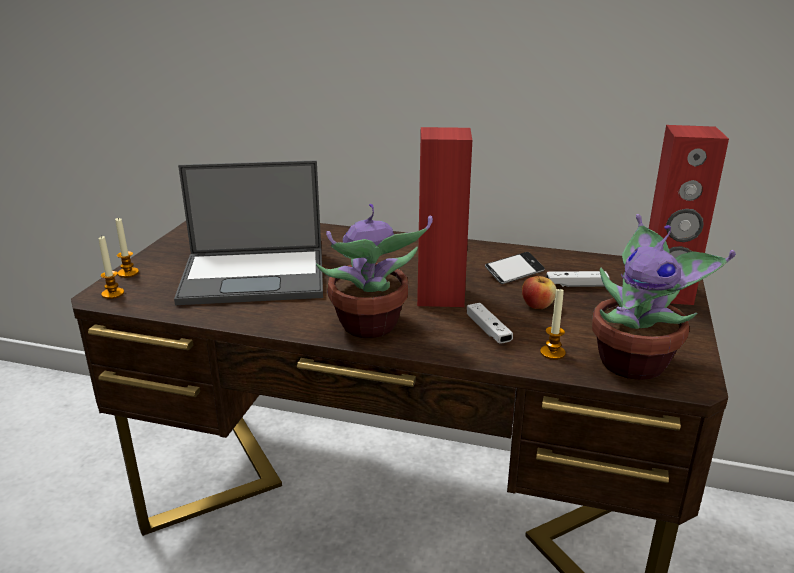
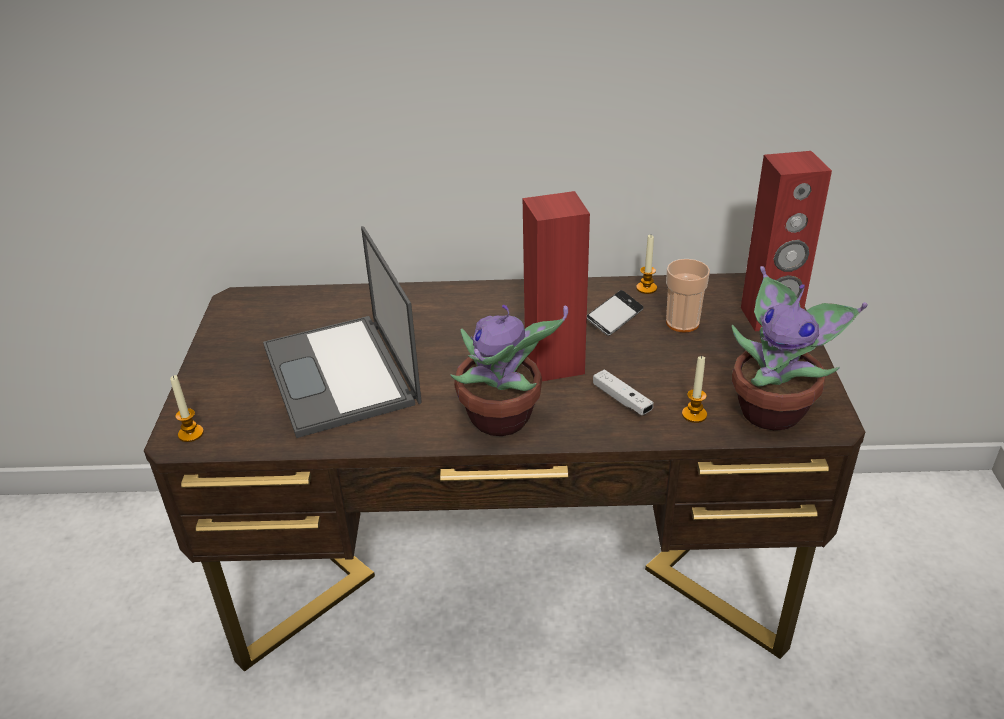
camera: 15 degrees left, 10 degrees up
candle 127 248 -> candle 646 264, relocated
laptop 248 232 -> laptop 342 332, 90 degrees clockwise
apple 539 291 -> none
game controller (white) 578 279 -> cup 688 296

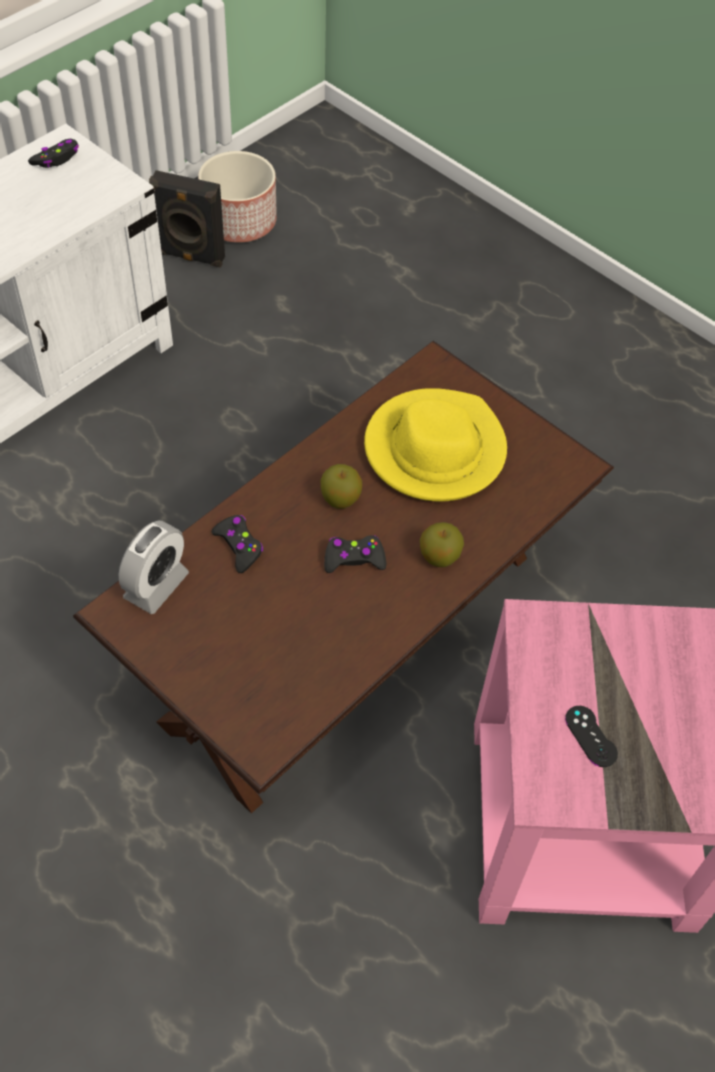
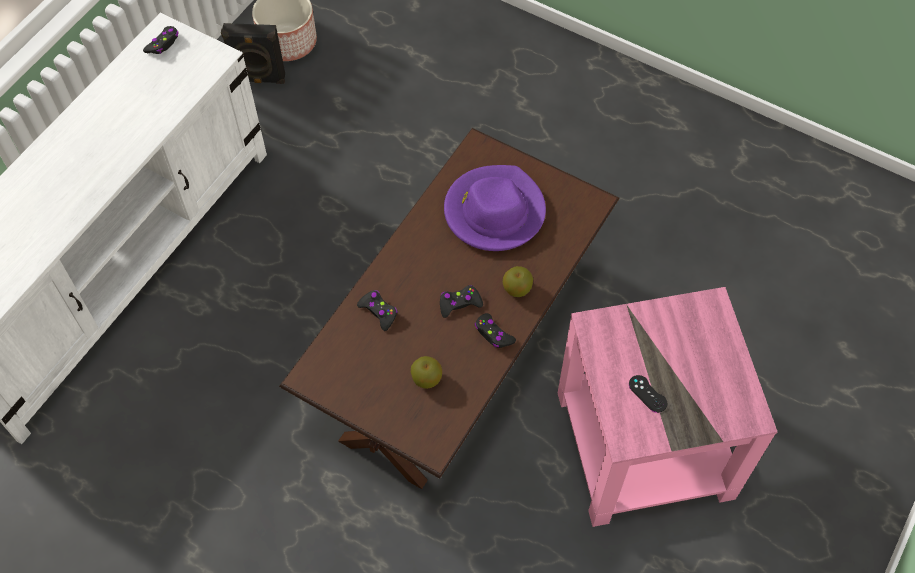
camera: 10 degrees left, 5 degrees up
alarm clock 153 567 -> none
apple 341 486 -> apple 426 372, relocated
hat (yellow) 435 445 -> hat (purple) 495 208
none -> game controller (black) 495 330

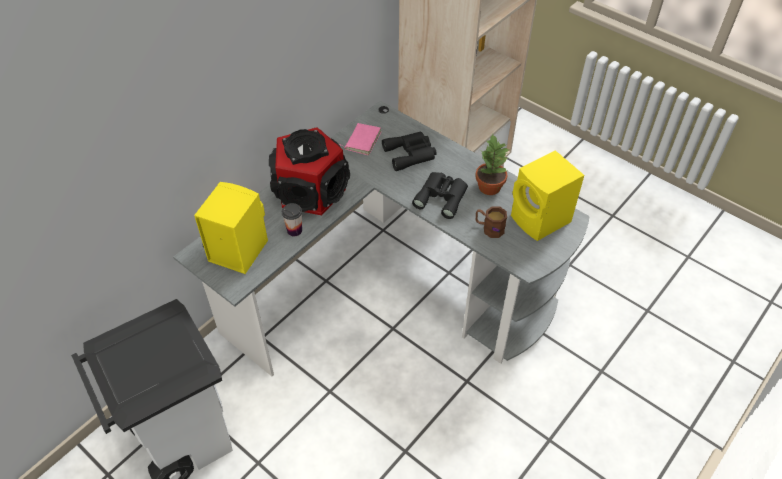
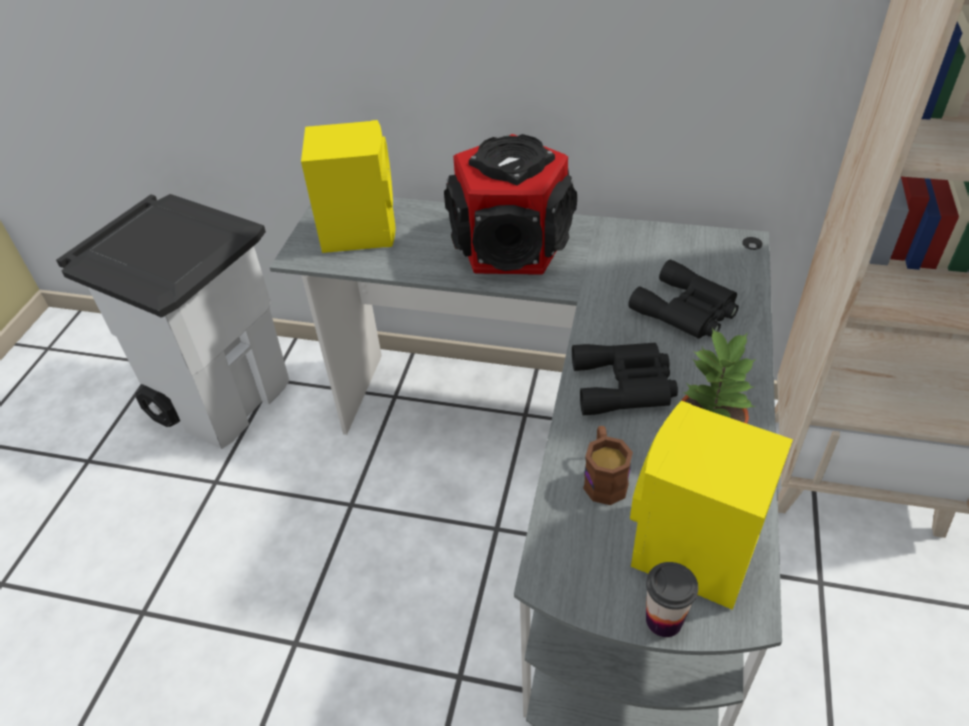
camera: 65 degrees right, 5 degrees down
cup 292 219 -> cup 672 599, relocated
book (pink) 360 139 -> none

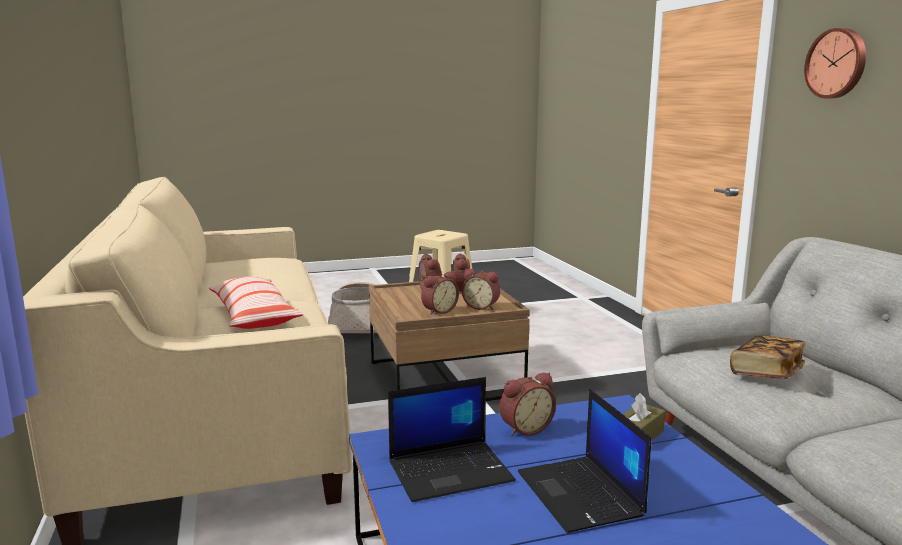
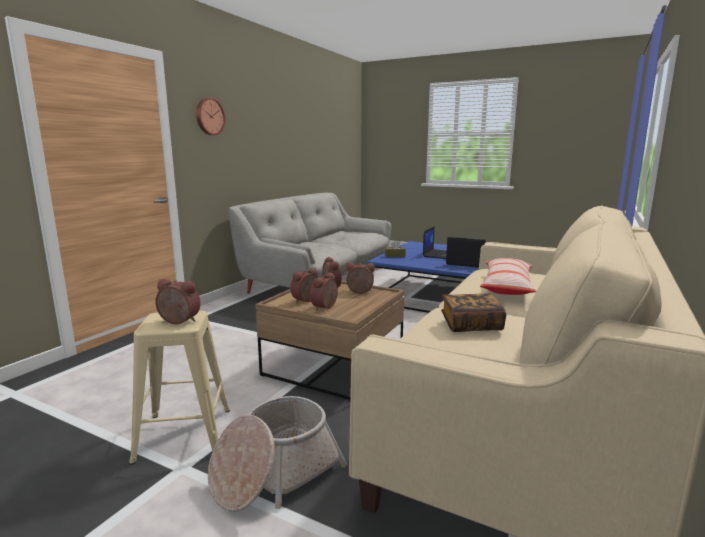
camera: 135 degrees left, 0 degrees up
alarm clock 527 404 -> alarm clock 178 301, relocated
book 768 357 -> book 473 313, relocated

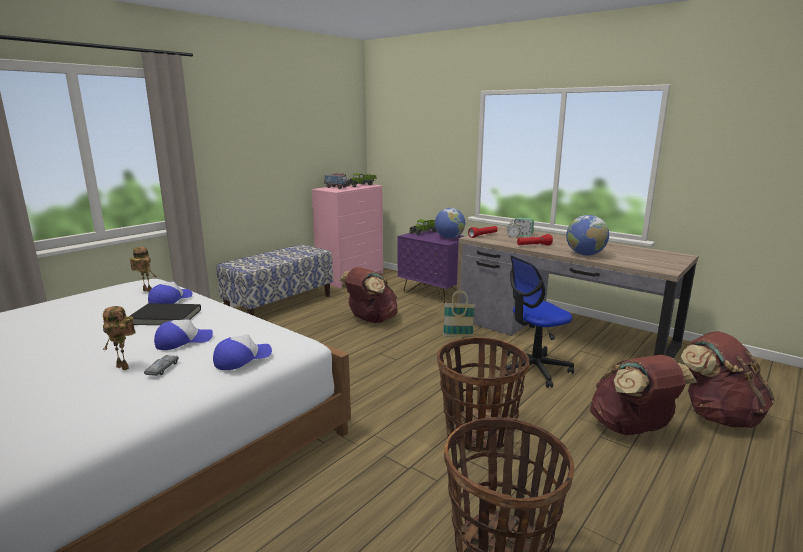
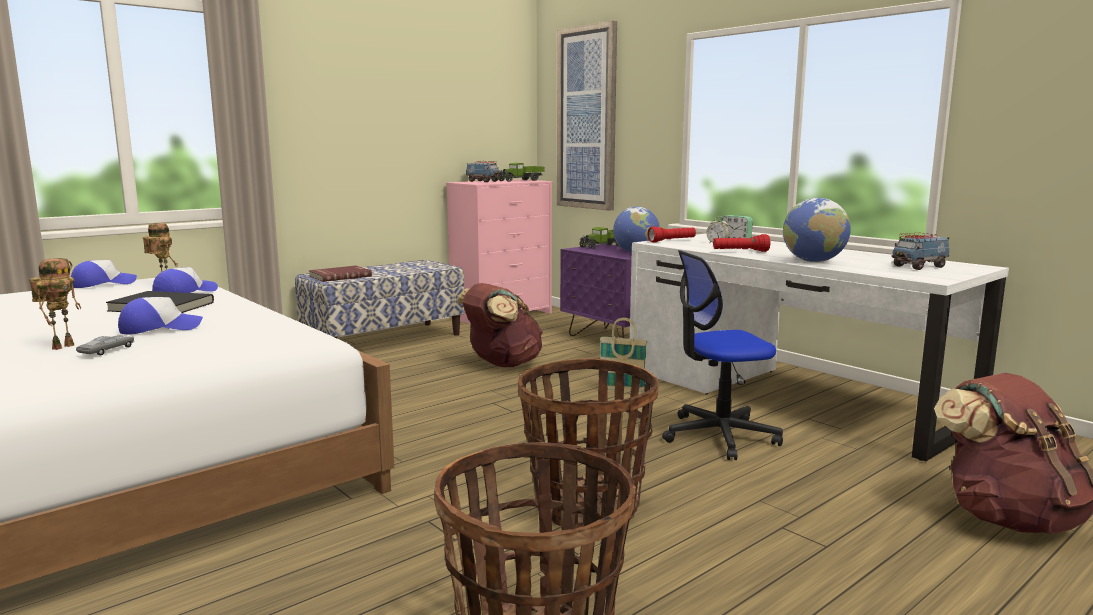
camera: 10 degrees right, 5 degrees down
toy robot 119 338 -> toy robot 55 304, 105 degrees counterclockwise
cap 242 352 -> cap 104 274, relocated
desk (brown) 577 292 -> desk (white) 819 347
backpack (brown) 643 395 -> none
none -> book (red) 340 274
none -> picture 587 116
none -> toy truck 920 251

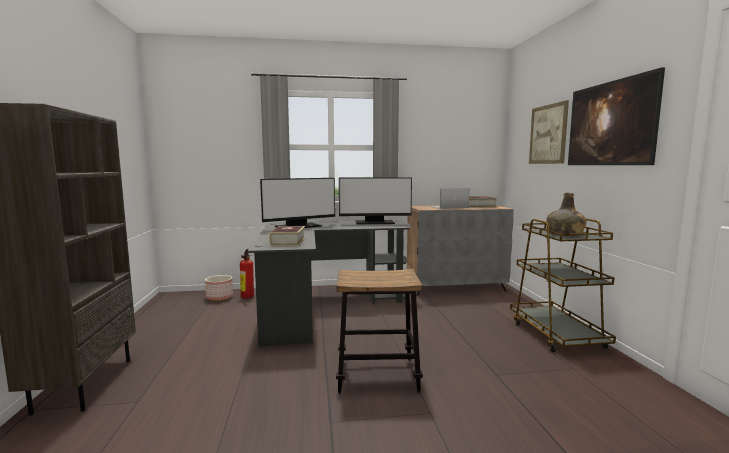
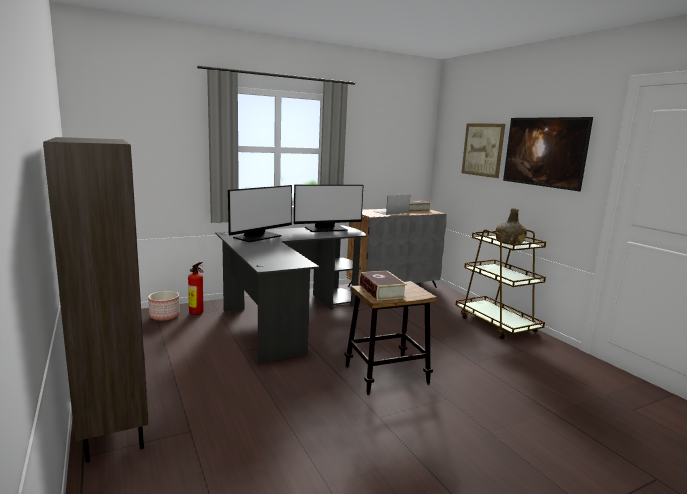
camera: 20 degrees left, 5 degrees up
book 287 236 -> book 383 286, relocated

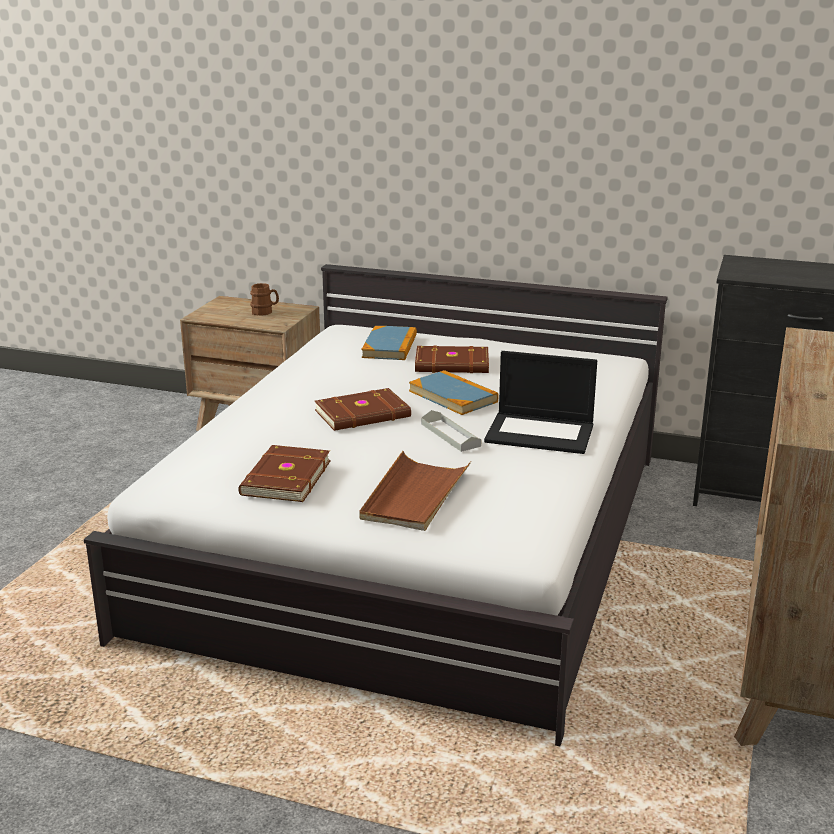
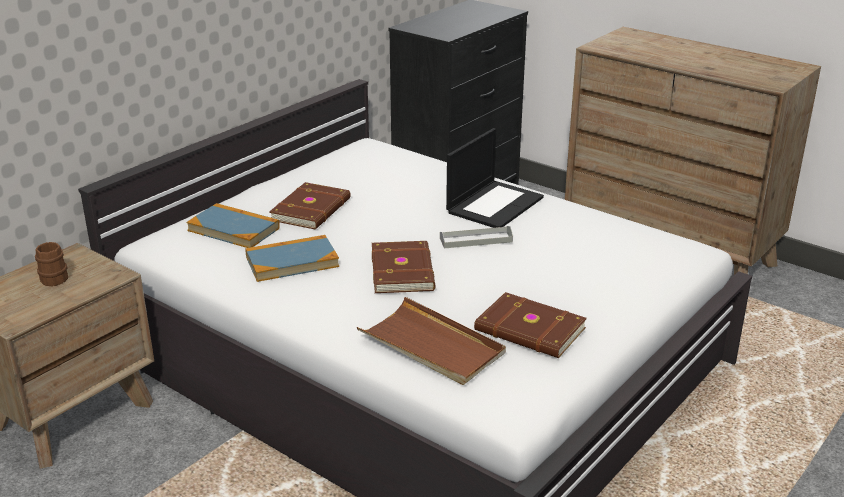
camera: 70 degrees left, 5 degrees up
tray (brown) 415 491 -> tray (brown) 431 341, relocated
book 454 392 -> book 292 258, relocated

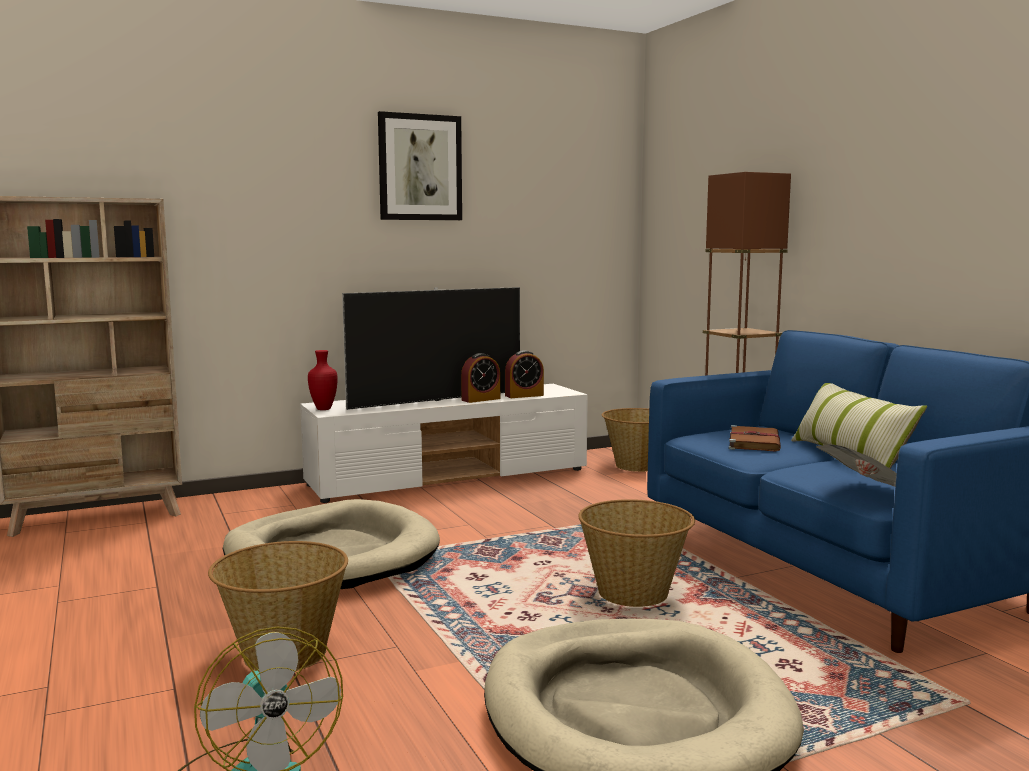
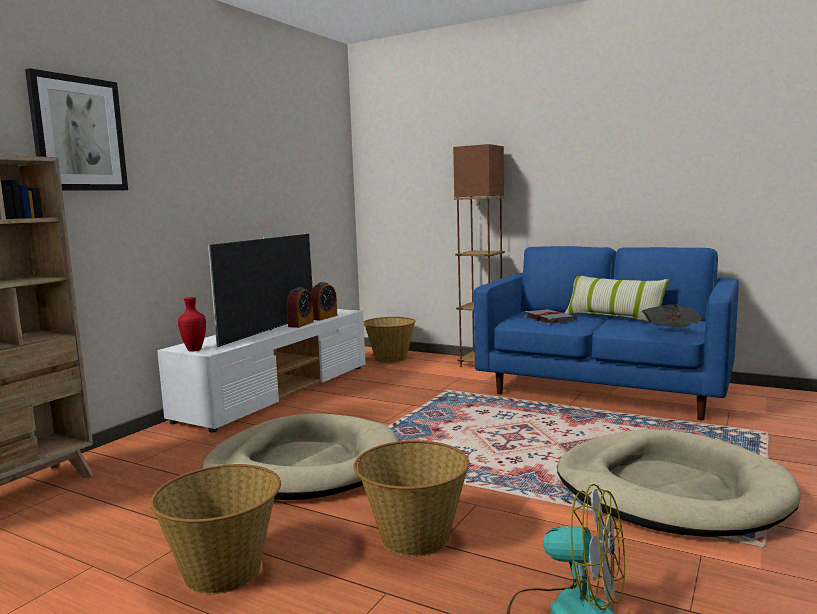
camera: 35 degrees left, 0 degrees up
picture 420 165 -> picture 76 129, relocated
basket 636 553 -> basket 215 529, relocated
book (brown) 755 438 -> book (grey) 550 317

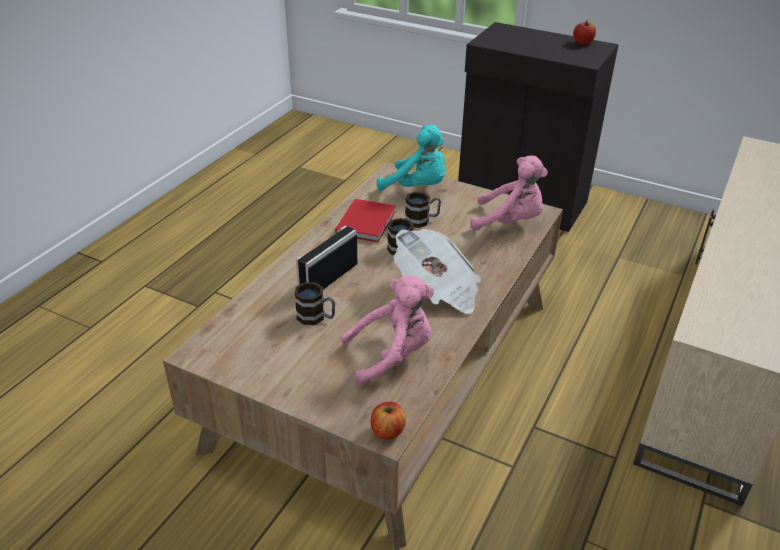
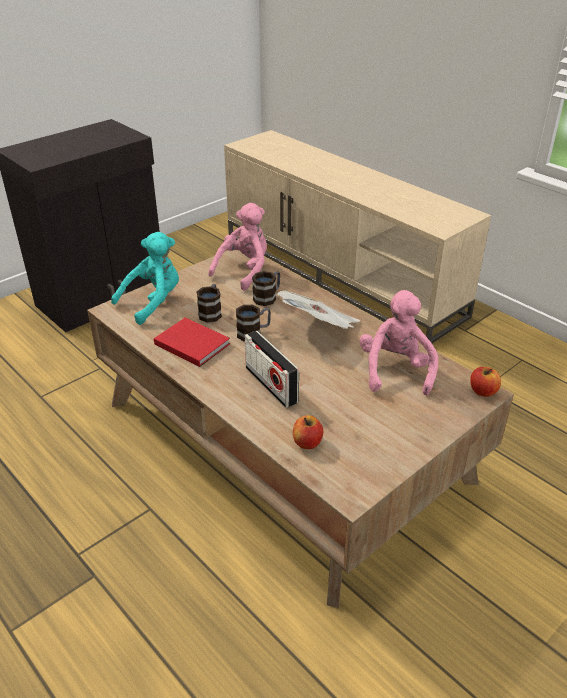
camera: 70 degrees left, 0 degrees up
mug 315 303 -> mug 266 288, relocated
apple 584 32 -> apple 308 432, relocated

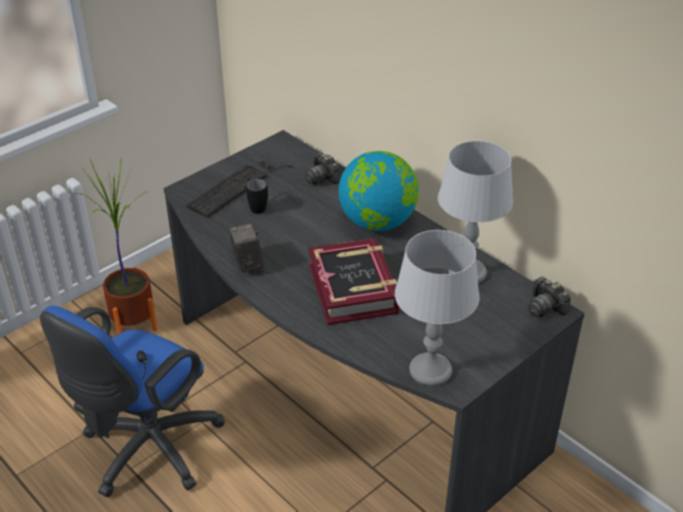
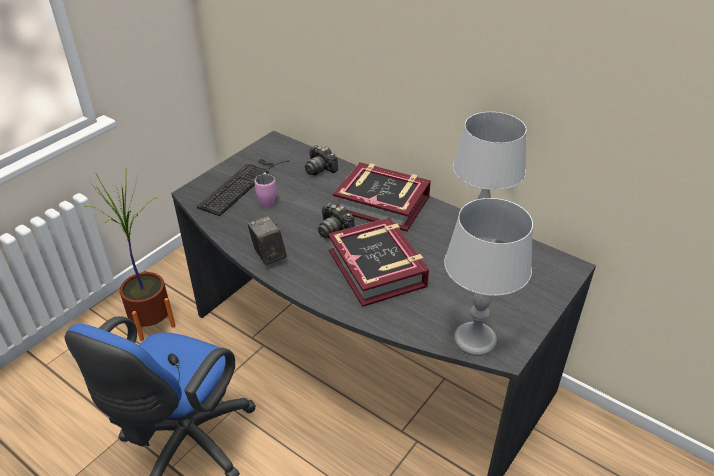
camera: 10 degrees left, 0 degrees up
mug (black) 257 195 -> mug (pink) 265 190
globe 379 191 -> book 382 197
photo camera 549 297 -> photo camera 336 220, relocated

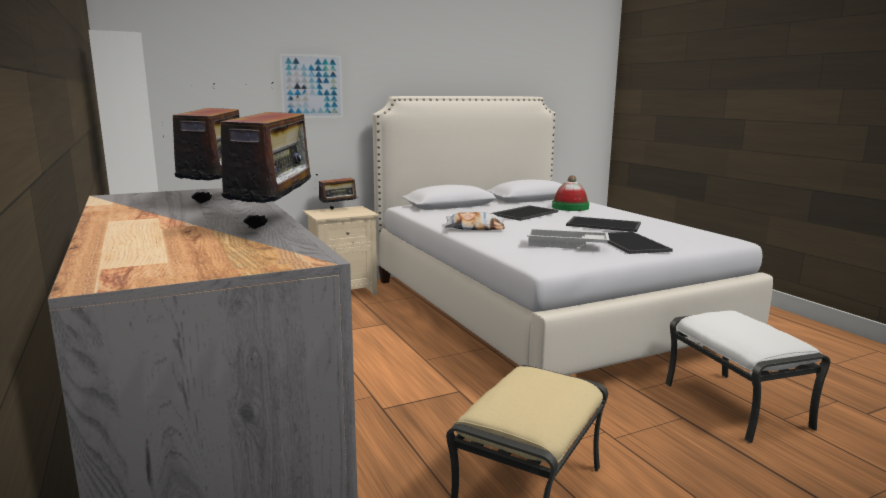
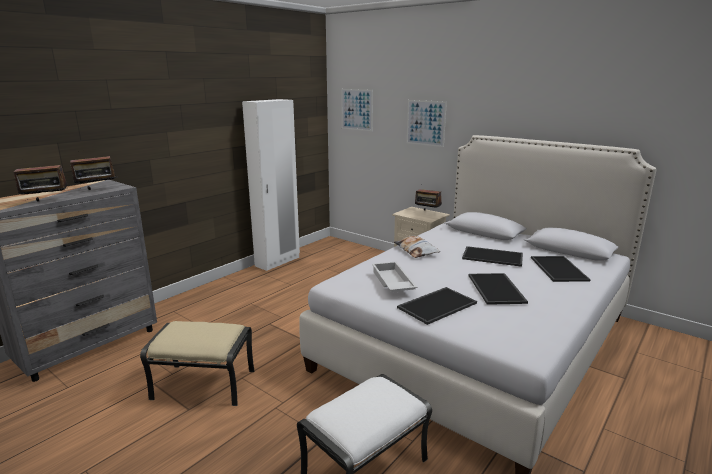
camera: 65 degrees right, 5 degrees up
hat 570 193 -> tray 561 269
none -> picture 357 110

